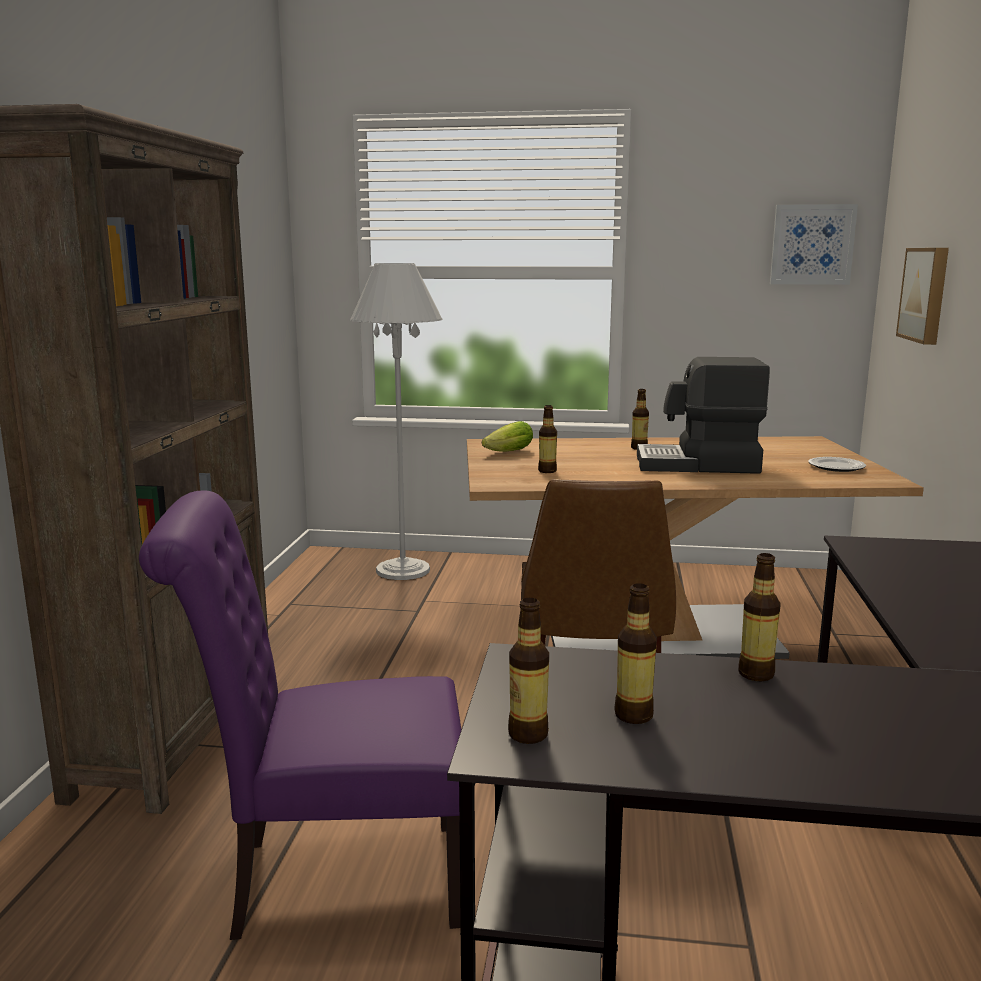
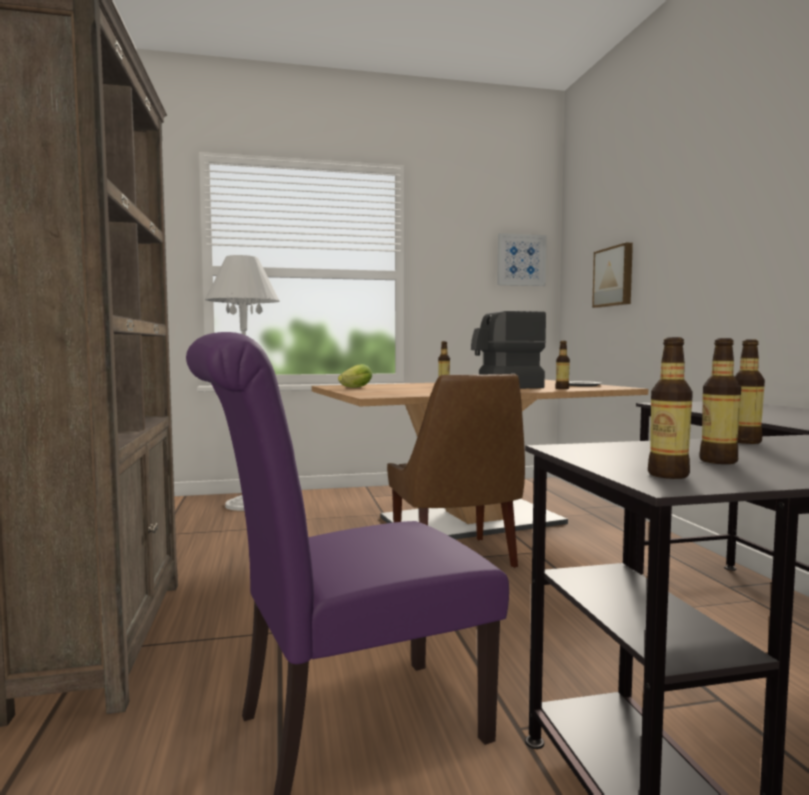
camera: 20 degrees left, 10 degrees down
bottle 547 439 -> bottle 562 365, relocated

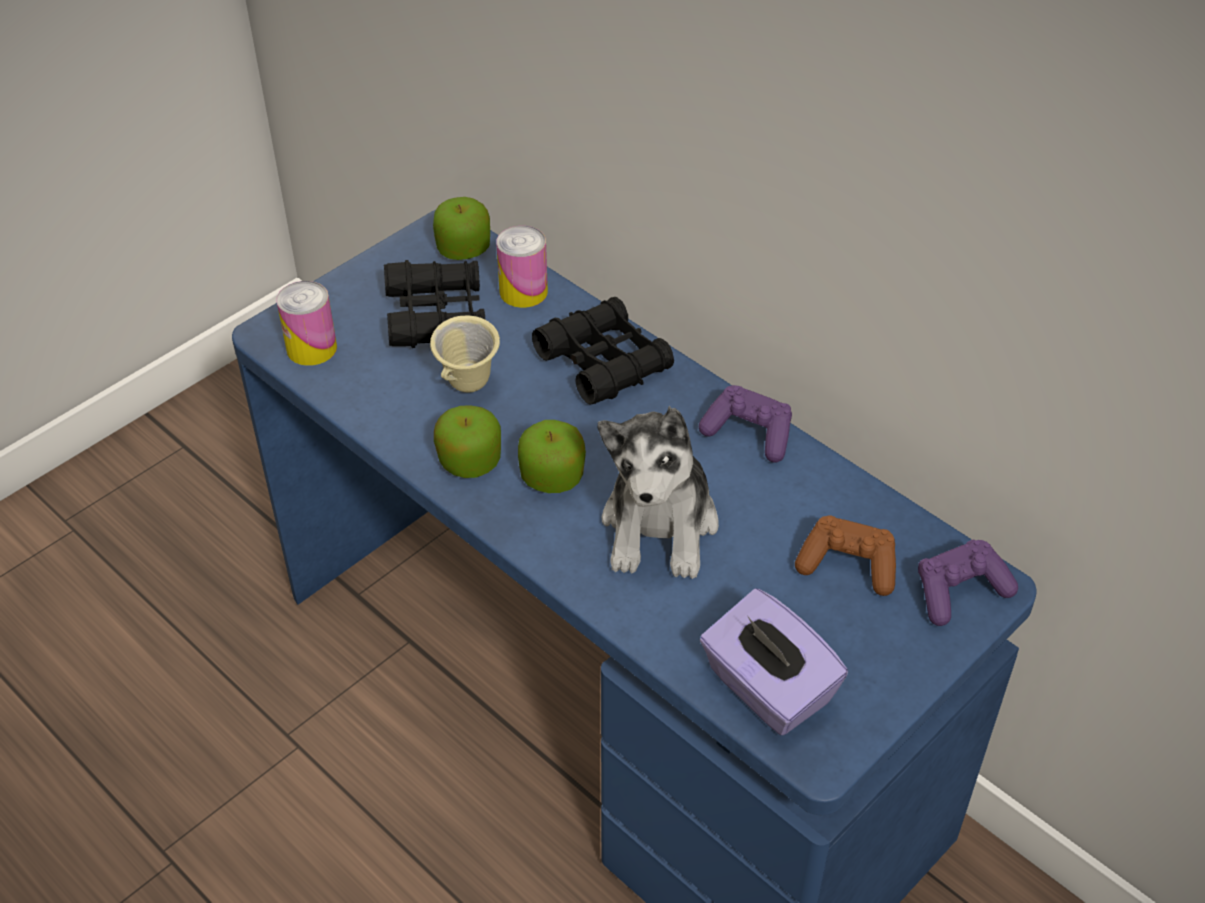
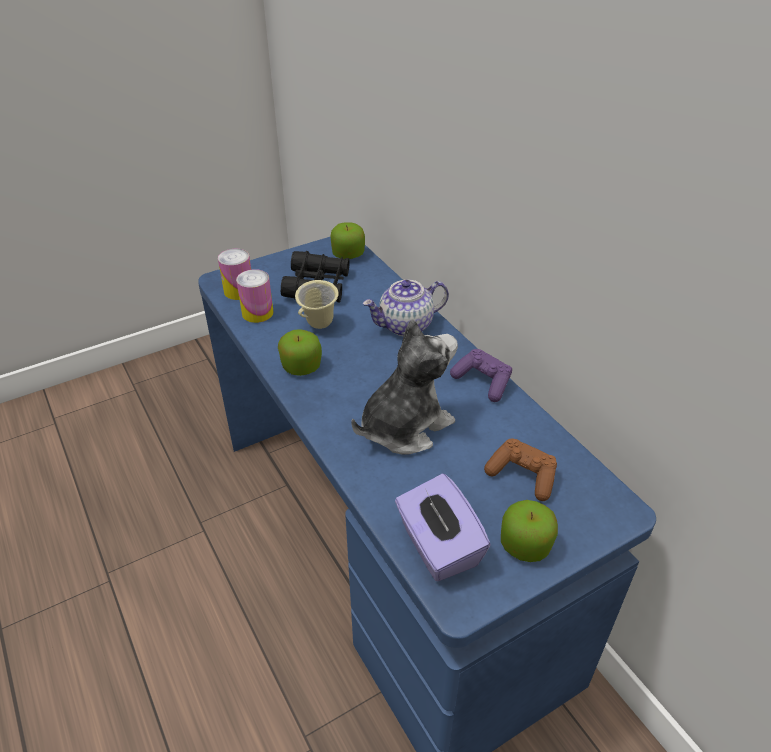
camera: 15 degrees right, 5 degrees down
can 522 267 -> can 254 296, relocated
apple 552 456 -> apple 529 531, relocated
binoculars (black) 603 350 -> teapot 406 308
plush toy 658 492 -> plush toy 404 387, 150 degrees counterclockwise
game controller (purple) 968 583 -> none

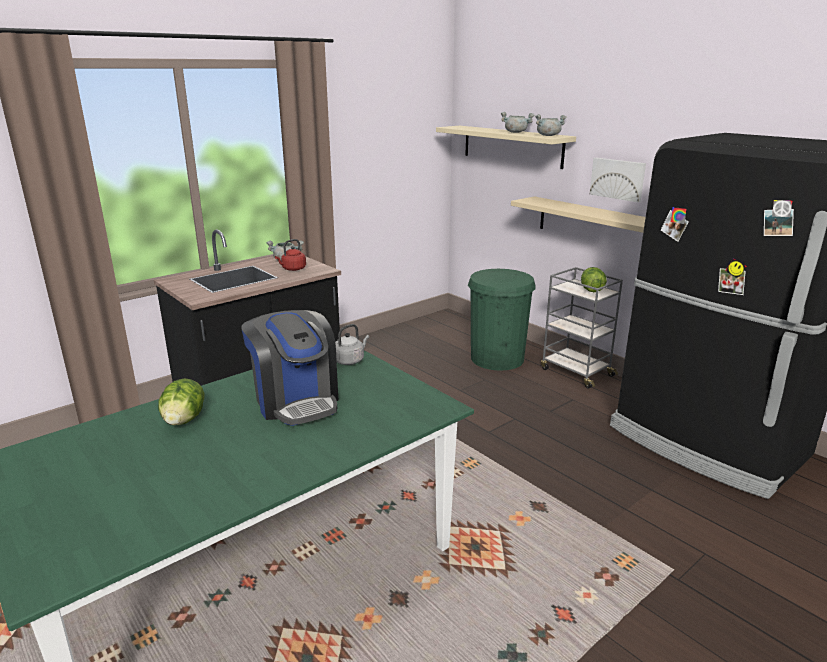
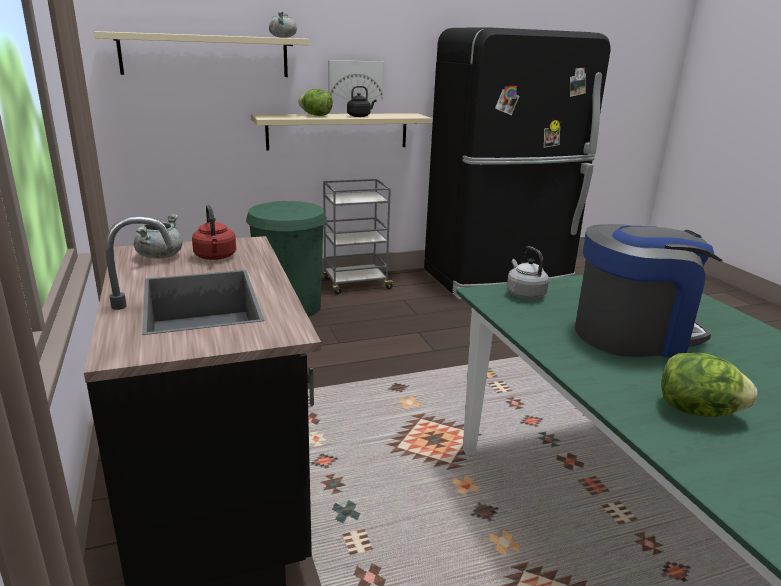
camera: 70 degrees left, 0 degrees up
cooking pot (grey) 518 122 -> none
lettuce 594 279 -> lettuce 316 102, relocated
none -> kettle (black) 361 101

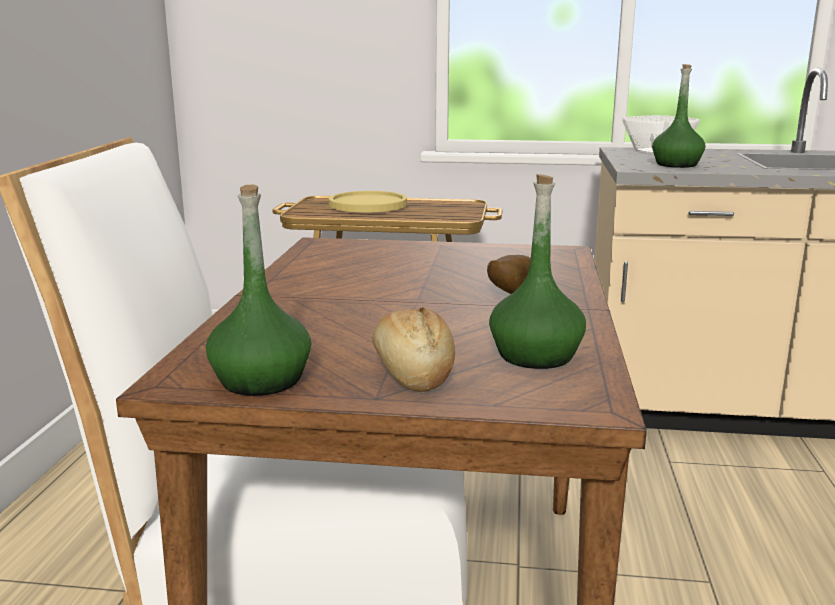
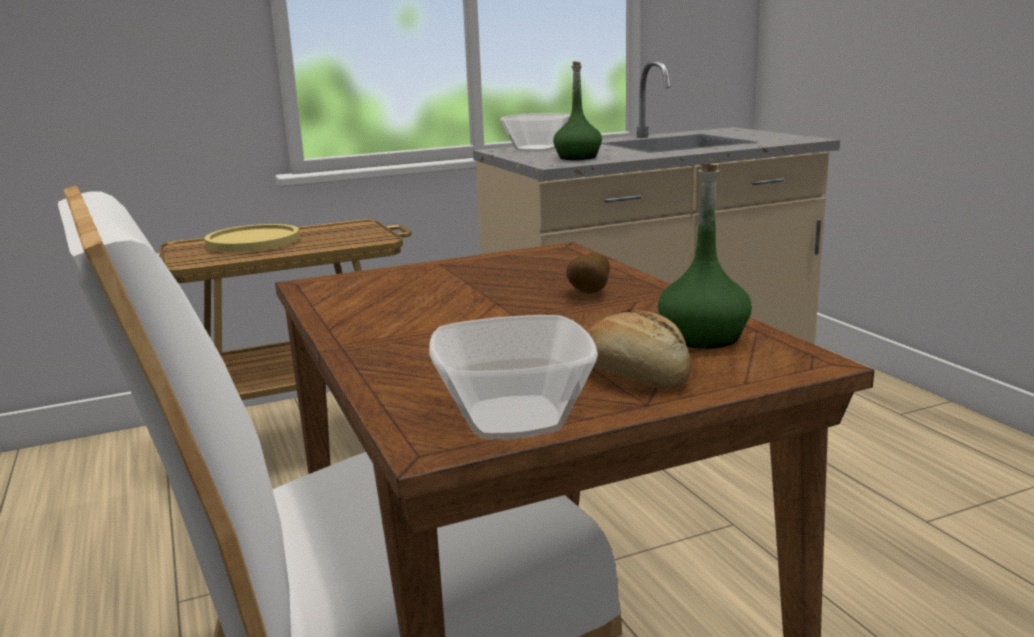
camera: 30 degrees left, 0 degrees up
bottle (green) 258 290 -> bowl 513 377

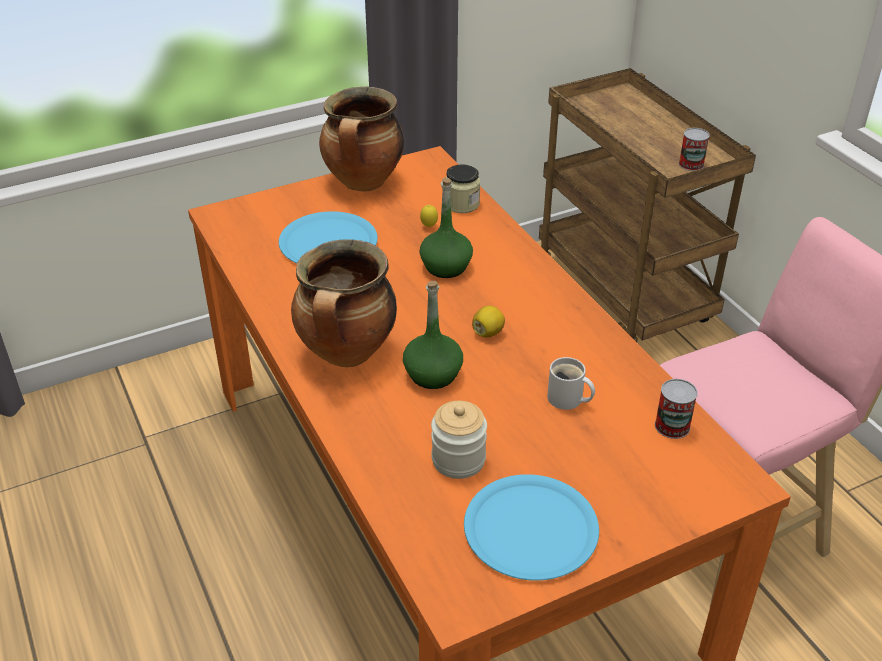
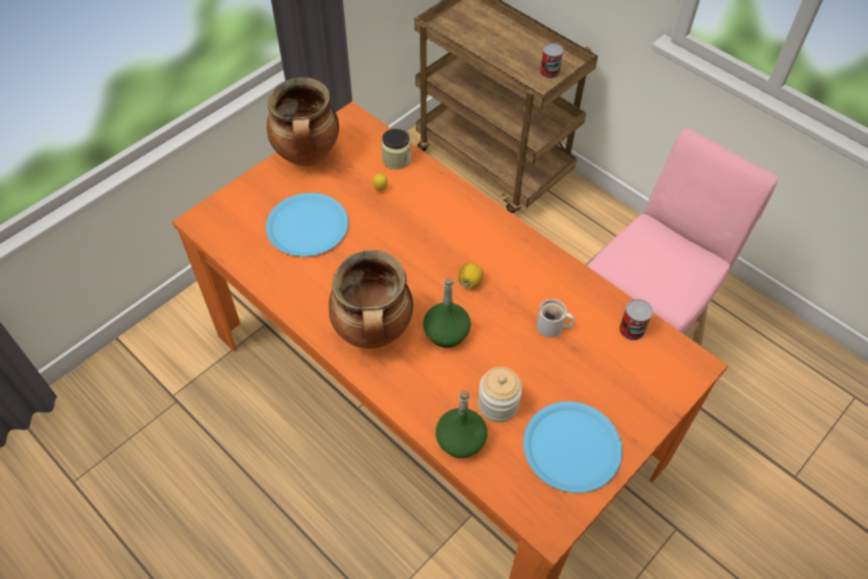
camera: 20 degrees left, 15 degrees up
bottle (green) 446 227 -> bottle (green) 461 424, relocated

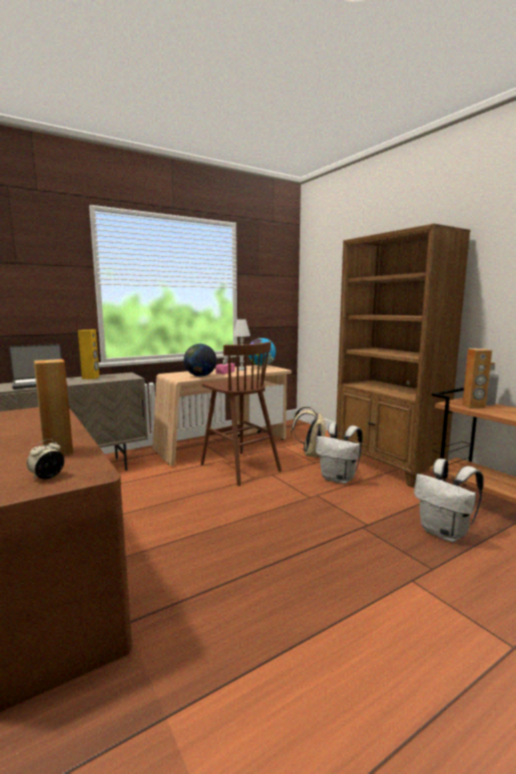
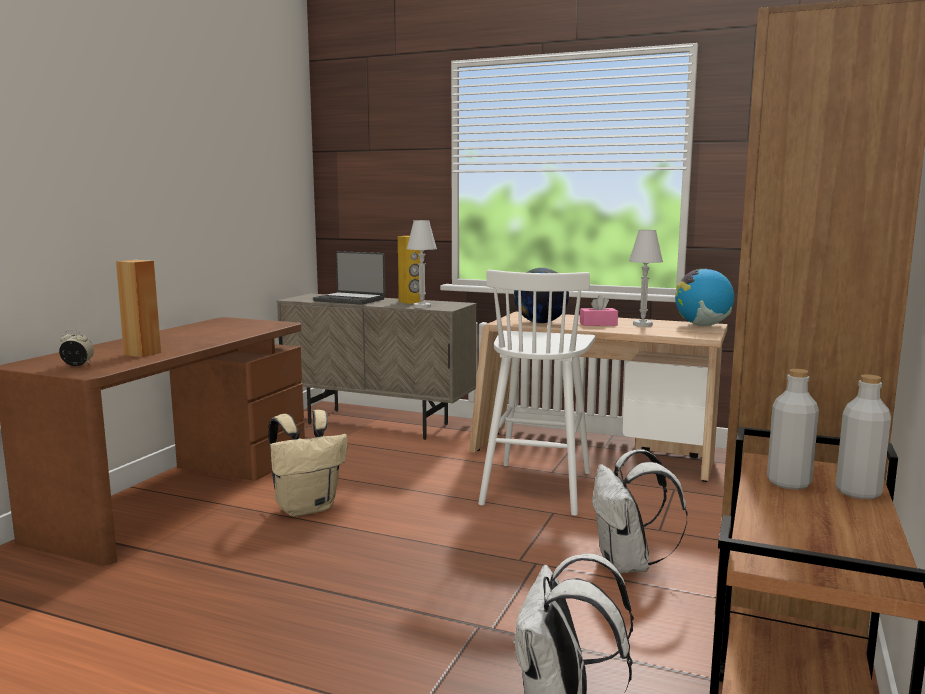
camera: 55 degrees right, 0 degrees up
stool (brown) 241 414 -> stool (white) 537 393
backpack (beige) 309 432 -> backpack (beige) 308 463, relocated
speaker (brown) 477 379 -> bottle (grey) 793 429
none -> table lamp (white) 422 264

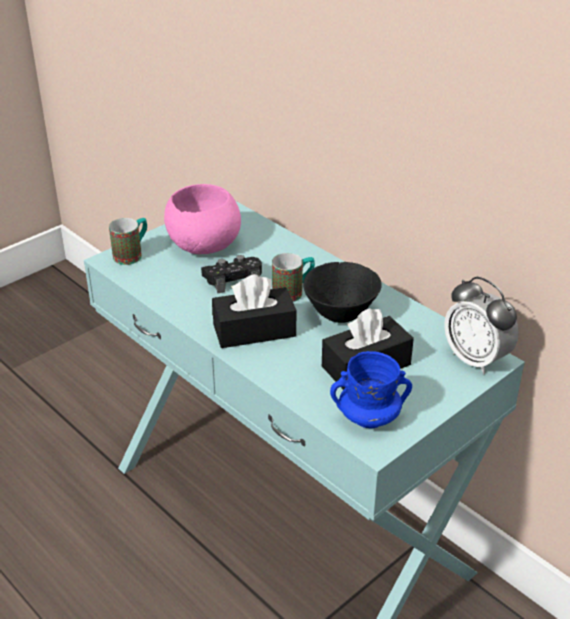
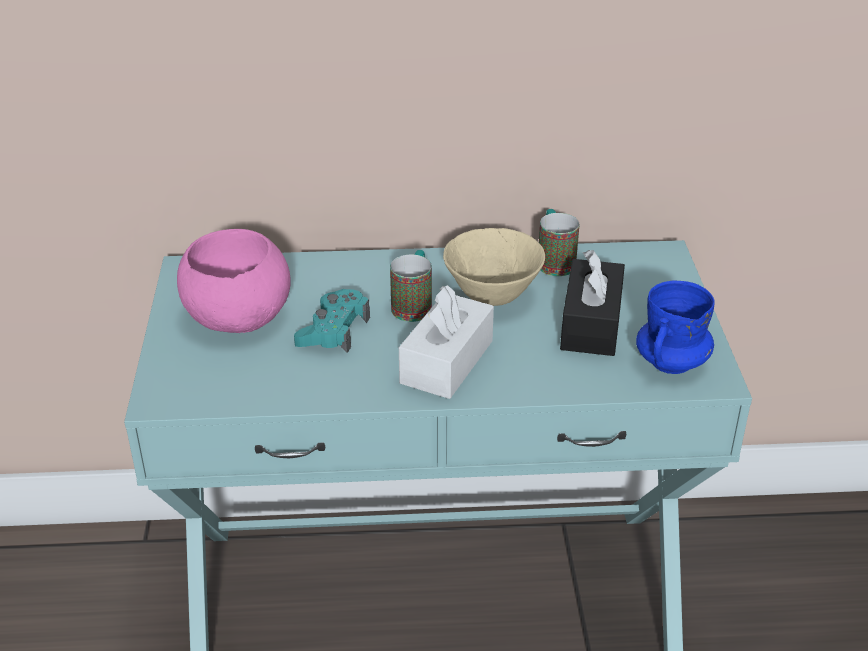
camera: 50 degrees left, 0 degrees up
mug 128 241 -> mug 559 242, relocated
game controller (black) 231 274 -> game controller (turquoise) 332 321
tissue box (black) 254 311 -> tissue box (white) 446 342
bowl (black) 342 292 -> bowl (beige) 494 267
alarm clock 481 325 -> none

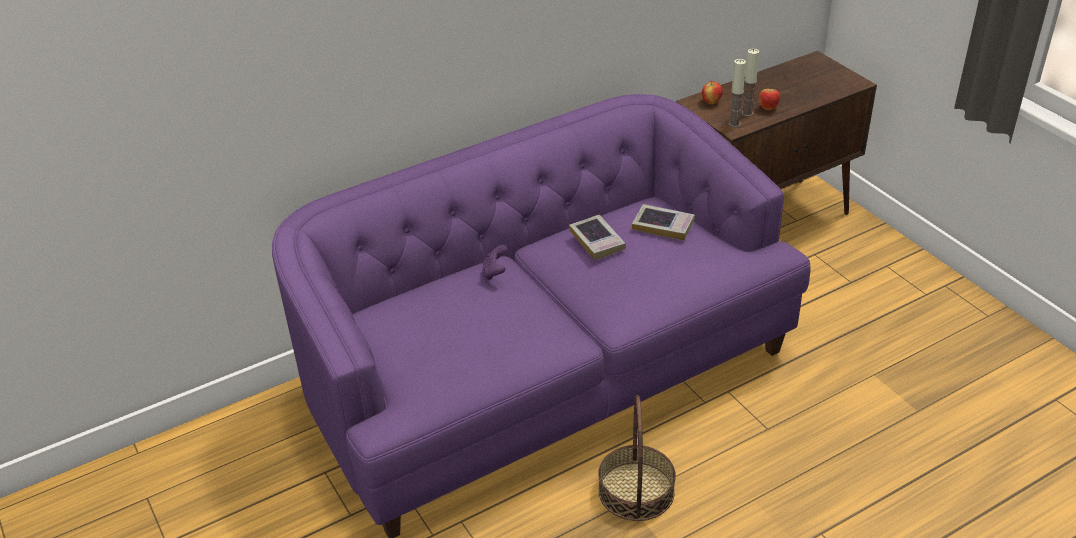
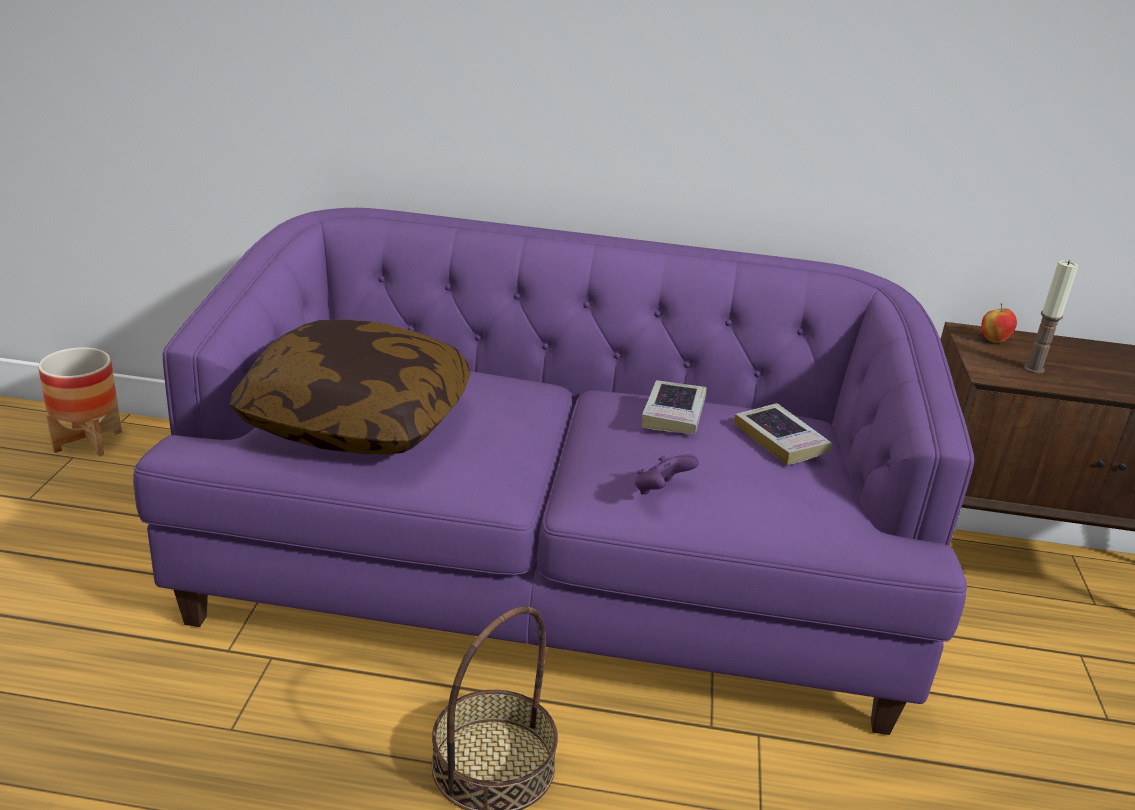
camera: 35 degrees right, 10 degrees down
game controller (purple) 495 262 -> game controller (purple) 667 474, relocated
candle 737 93 -> none
apple 769 97 -> none
none -> planter 80 402
none -> pillow 349 386

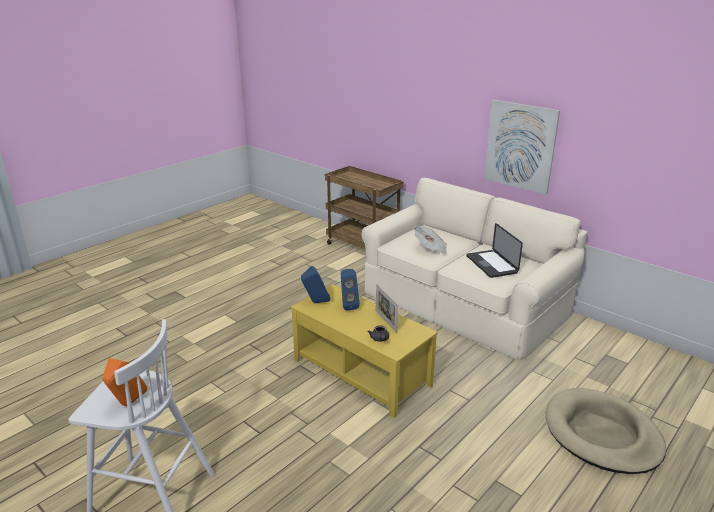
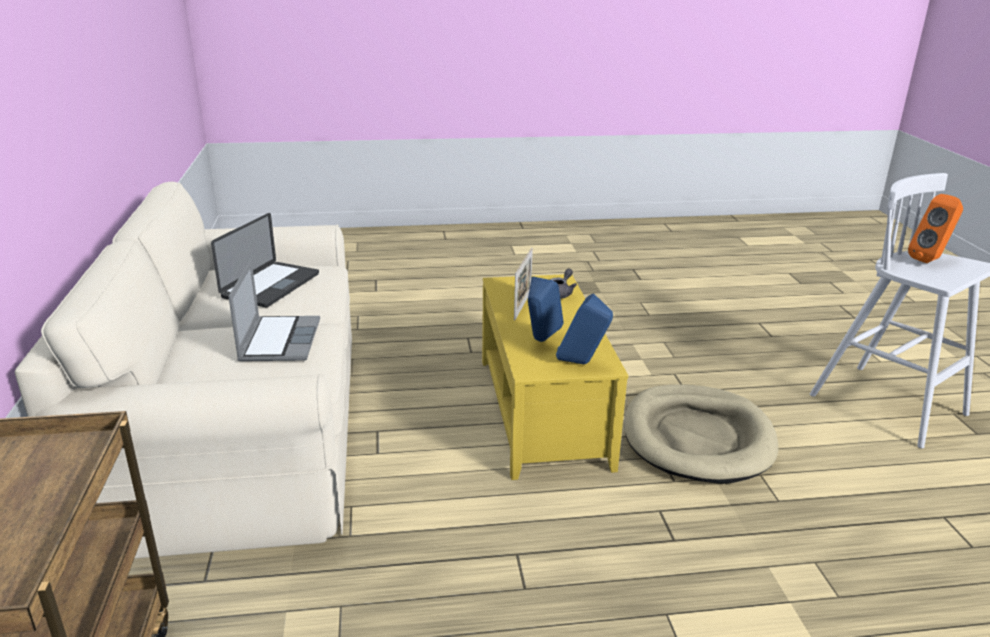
camera: 140 degrees left, 0 degrees up
newspaper 430 240 -> laptop 274 310
picture 522 147 -> none
dog bed (beige) 606 431 -> dog bed (beige) 701 434, relocated

